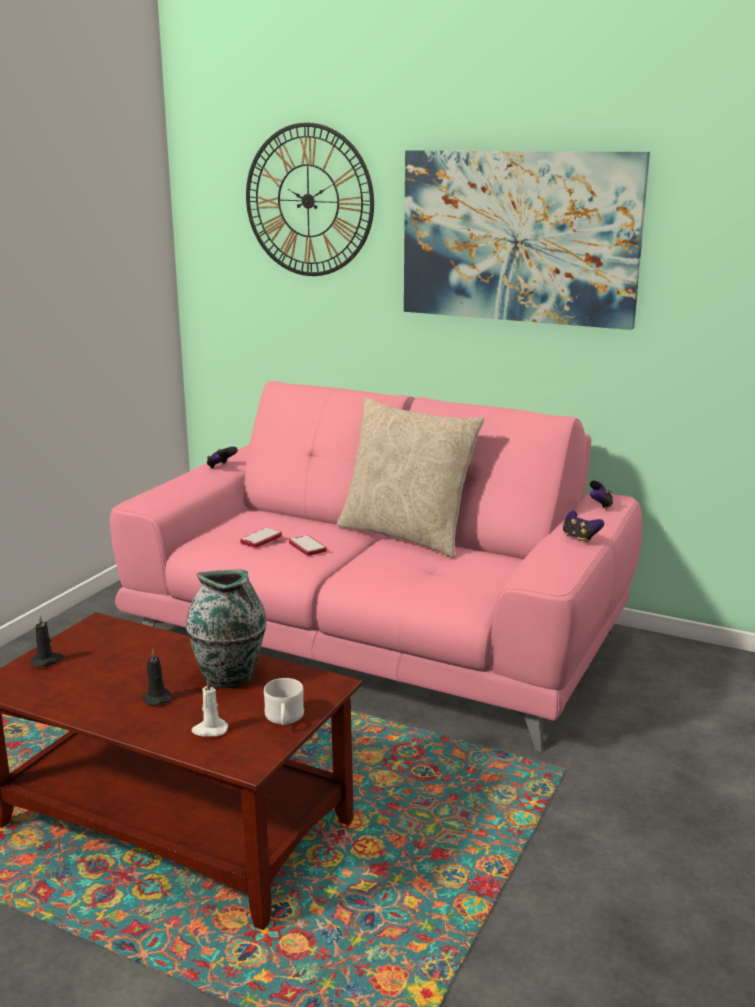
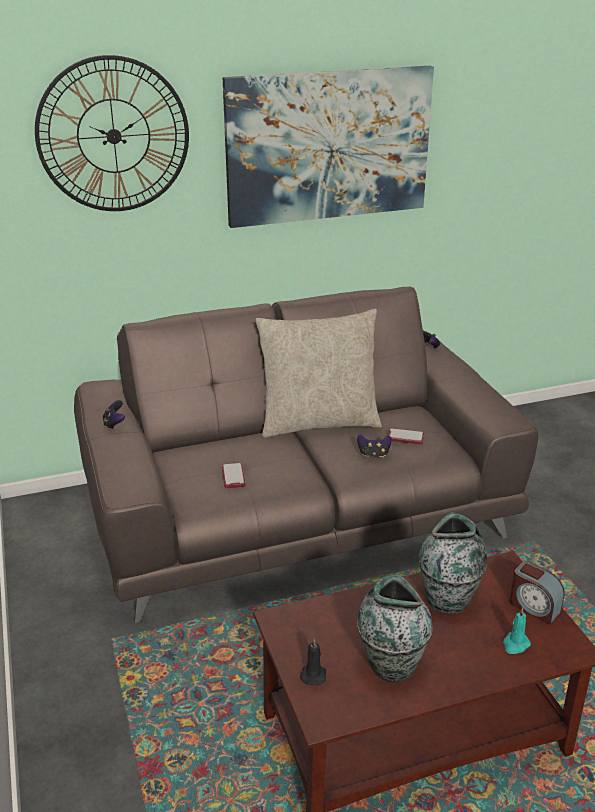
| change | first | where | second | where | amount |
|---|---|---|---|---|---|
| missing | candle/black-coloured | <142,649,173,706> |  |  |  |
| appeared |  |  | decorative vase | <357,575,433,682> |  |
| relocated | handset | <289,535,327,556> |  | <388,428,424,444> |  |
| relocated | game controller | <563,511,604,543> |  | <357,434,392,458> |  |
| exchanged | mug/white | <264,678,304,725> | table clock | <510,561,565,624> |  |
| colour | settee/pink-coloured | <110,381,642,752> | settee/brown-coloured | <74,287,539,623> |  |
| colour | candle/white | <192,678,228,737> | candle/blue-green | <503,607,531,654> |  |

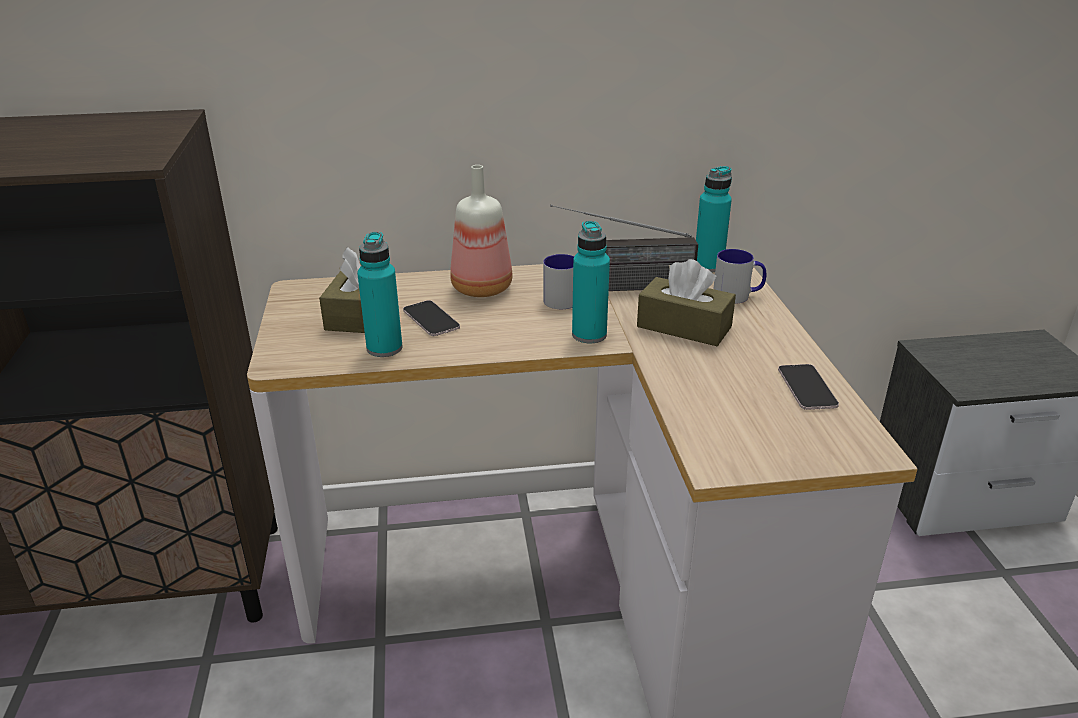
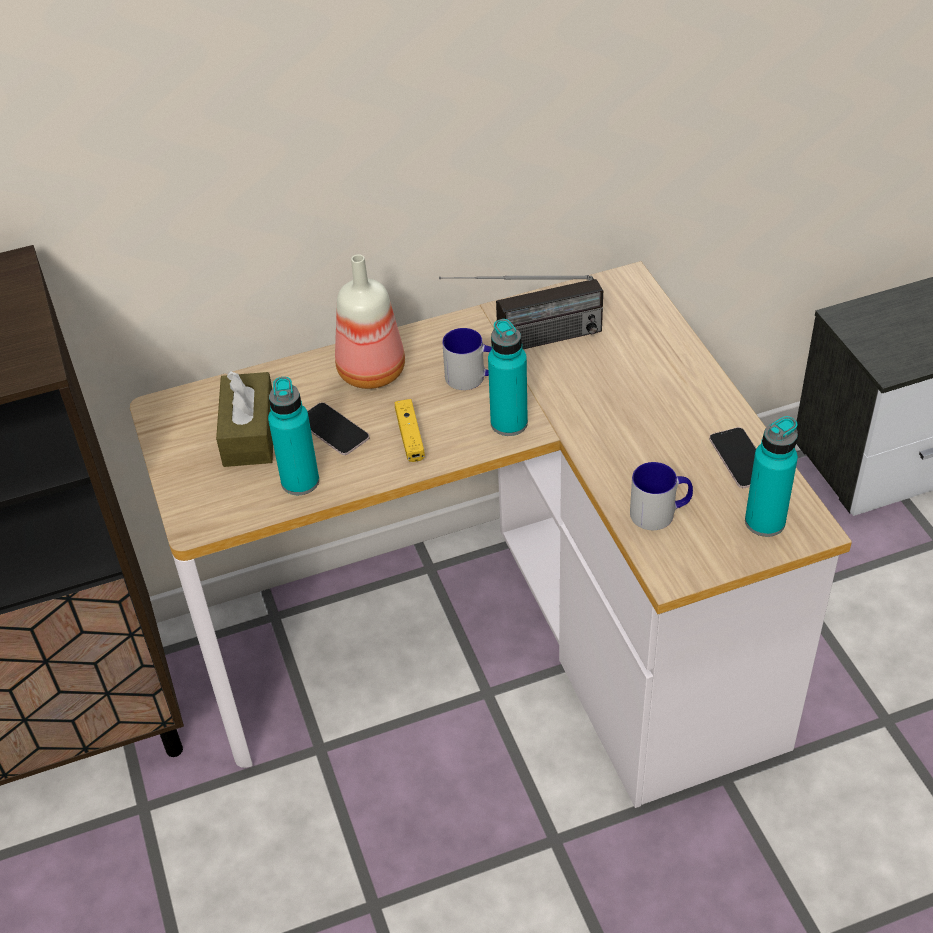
| change | first | where | second | where | amount |
|---|---|---|---|---|---|
| missing | tissue box/brown-coloured | <637,259,736,346> |  |  |  |
| appeared |  |  | game controller/yellow | <395,399,425,462> |  |
| relocated | beverage bottle/blue-green | <696,166,732,272> |  | <745,416,798,537> |  |
| relocated | mug | <713,249,766,304> |  | <630,462,693,530> |  |

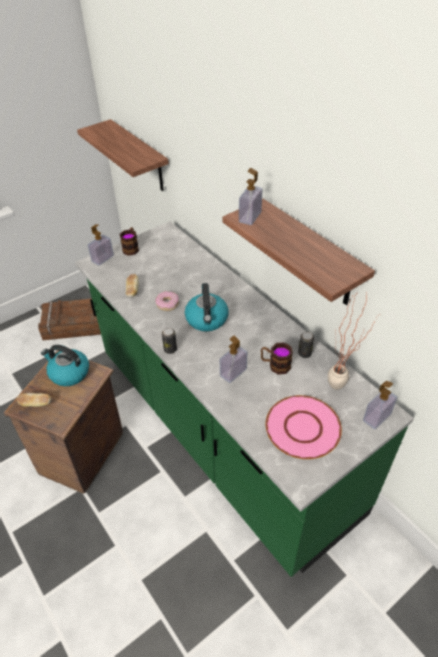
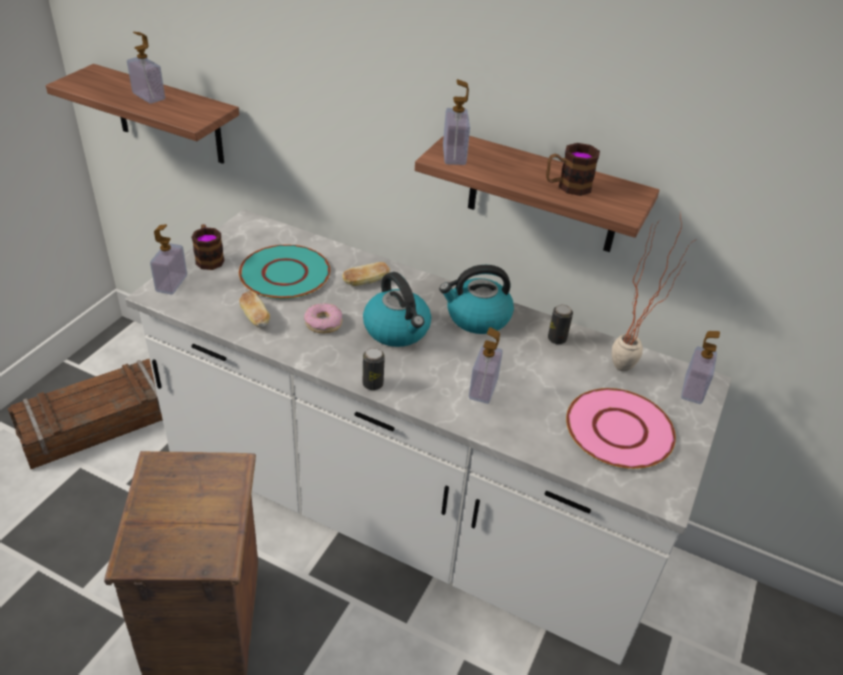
| change | first | where | second | where | amount |
|---|---|---|---|---|---|
| appeared |  |  | liquid soap bottle | <127,32,165,104> |  |
| appeared |  |  | plate/blue-green | <239,245,330,299> |  |
| relocated | bakery bread | <17,393,51,407> |  | <342,262,390,286> |  |
| relocated | water kettle | <41,345,89,386> |  | <439,265,514,334> |  |
| relocated | mug | <261,342,293,374> |  | <546,143,600,196> |  |
| colour | kitchen counter/green | <75,221,414,577> | kitchen counter/white | <125,209,732,665> |  |

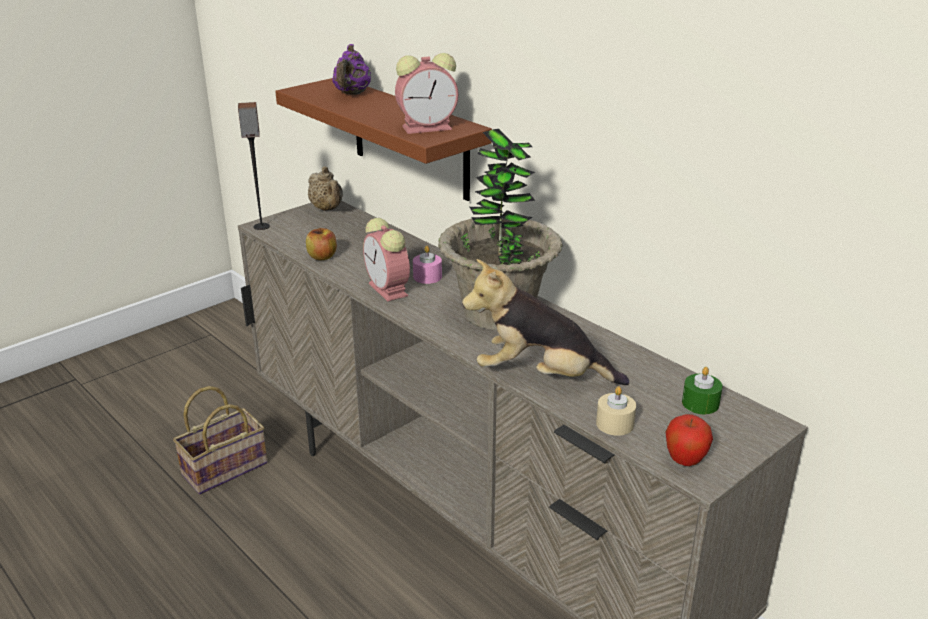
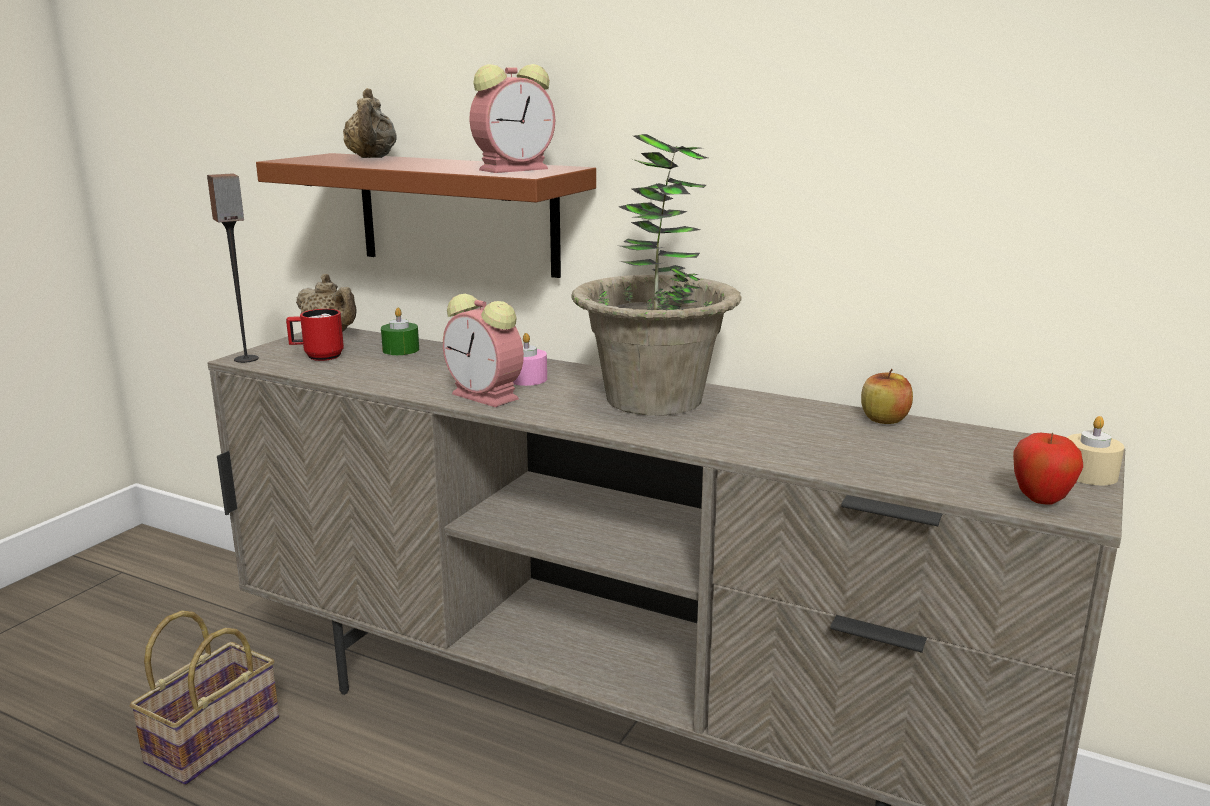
| change | first | where | second | where | amount |
|---|---|---|---|---|---|
| missing | plush toy | <462,259,629,385> |  |  |  |
| appeared |  |  | mug/reddish | <286,309,344,361> |  |
| relocated | apple fruit | <306,227,337,260> |  | <861,369,913,424> |  |
| relocated | candle/beige-coloured | <596,386,636,436> |  | <1067,416,1124,485> |  |
| relocated | candle/green | <682,367,722,414> |  | <381,308,419,355> |  |
| colour | pot for tea/purplish | <332,44,371,95> | pot for tea/beige-coloured | <343,88,397,158> |  |

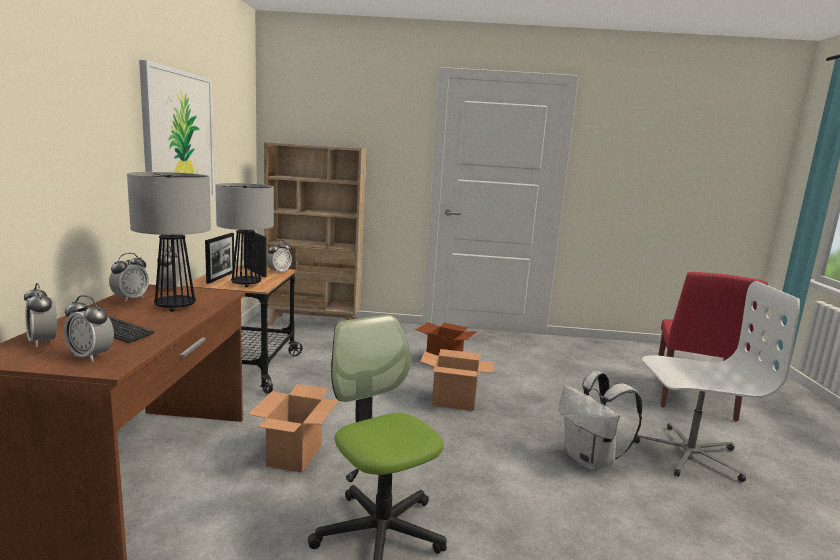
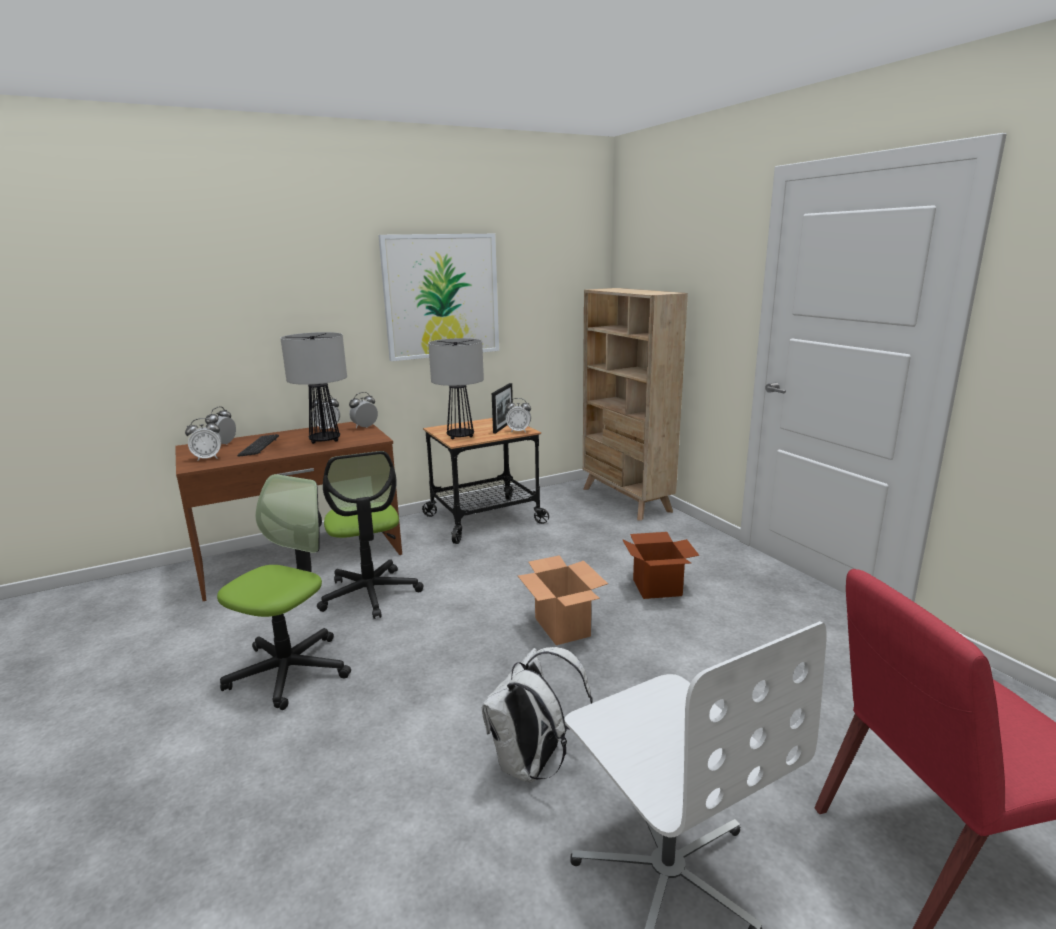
| change | first | where | second | where | amount |
|---|---|---|---|---|---|
| missing | standing frame | <205,233,234,283> |  |  |  |
| exchanged | packing box | <248,384,338,472> | computer chair | <317,451,424,619> |  |
| spun | table clock | <64,295,114,362> |  | <185,418,222,461> | 105 degrees counterclockwise |

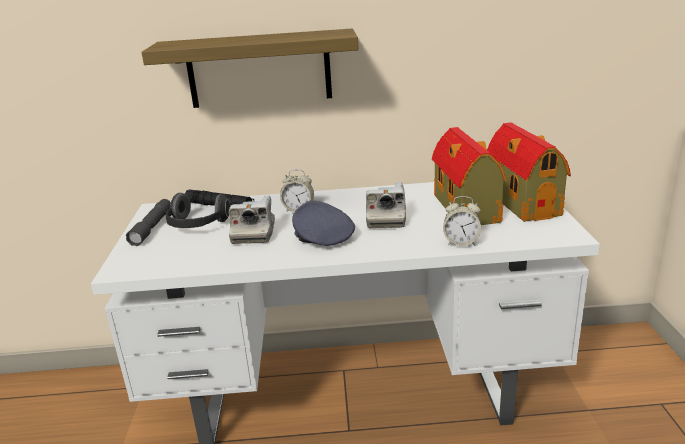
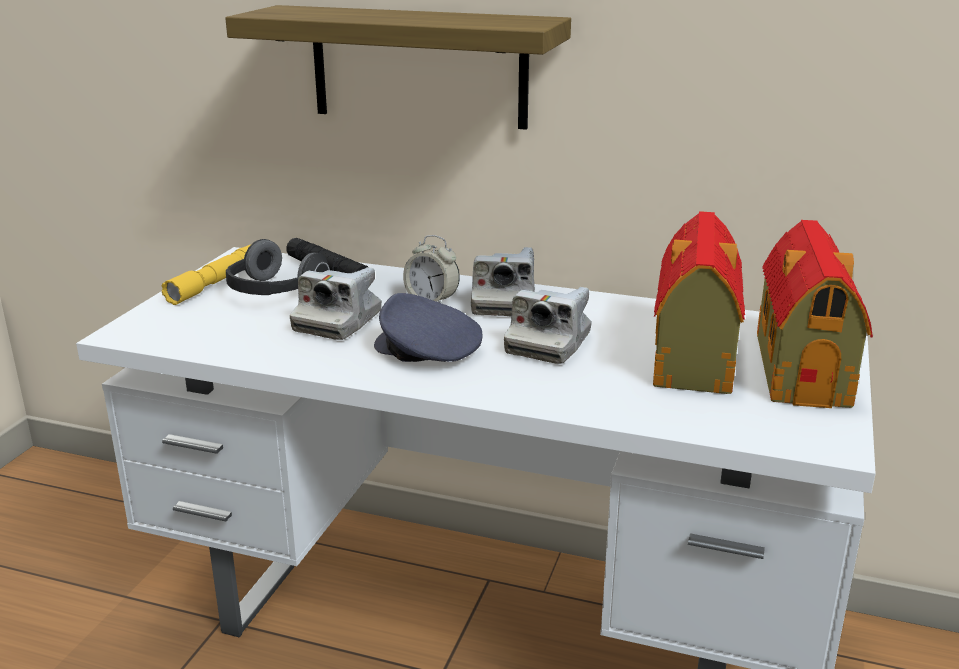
| change | first | where | second | where | amount |
|---|---|---|---|---|---|
| missing | table clock | <443,196,481,246> |  |  |  |
| appeared |  |  | still camera | <471,247,535,316> |  |
| colour | torch/grey | <126,199,171,246> | torch/yellow | <162,245,250,305> |  |
| spun | baseball cap/grey | <292,200,355,246> |  | <374,293,483,362> | 45 degrees counterclockwise |

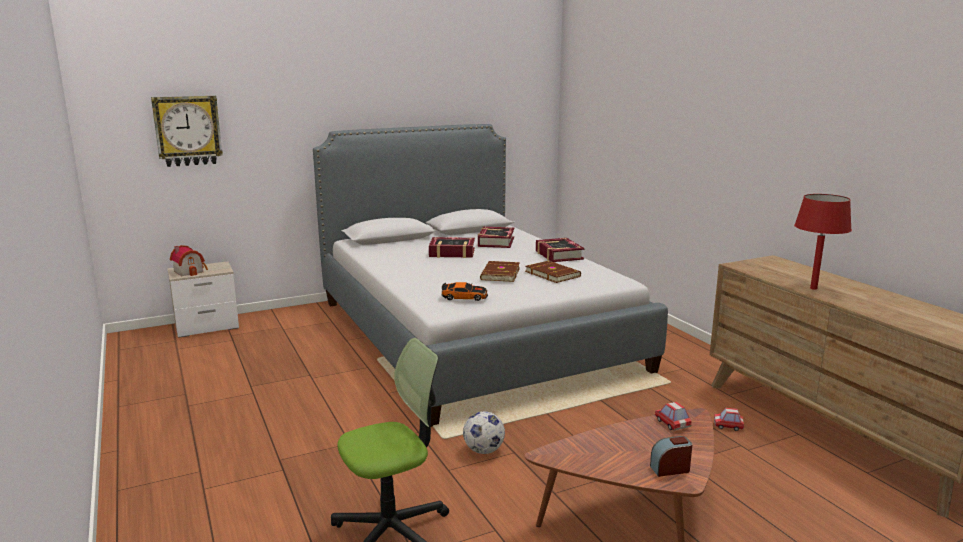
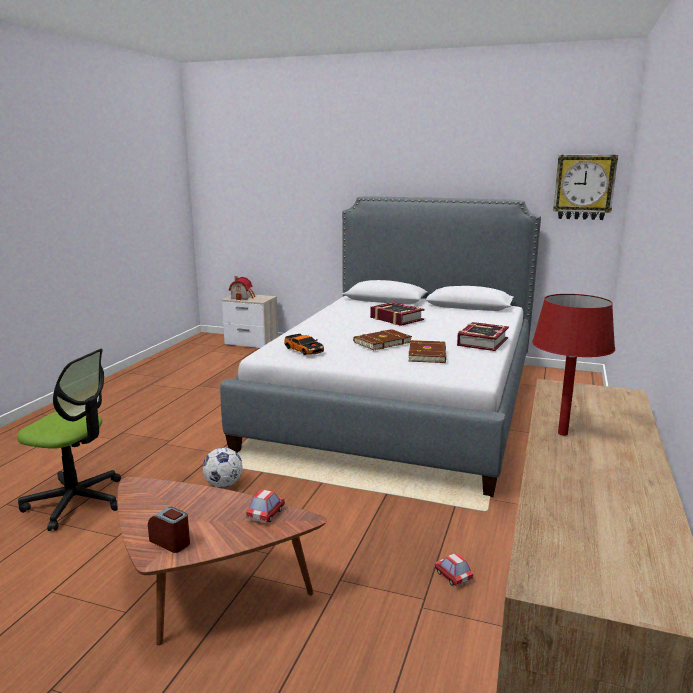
| change | first | where | second | where | amount |
|---|---|---|---|---|---|
| missing | volume | <478,227,514,248> |  |  |  |
| relocated | hanging clock | <151,96,223,167> |  | <553,155,618,220> |  |

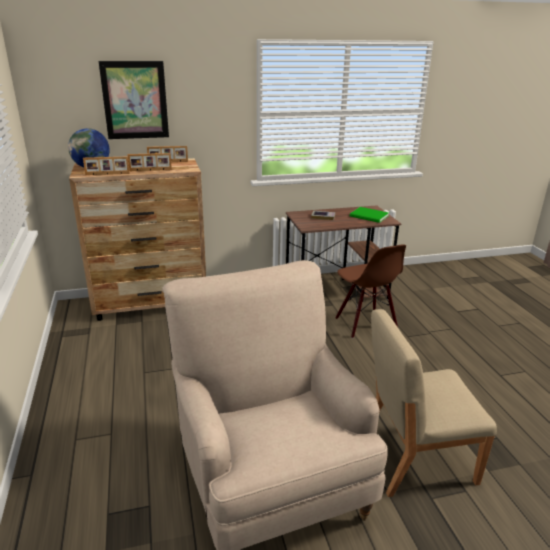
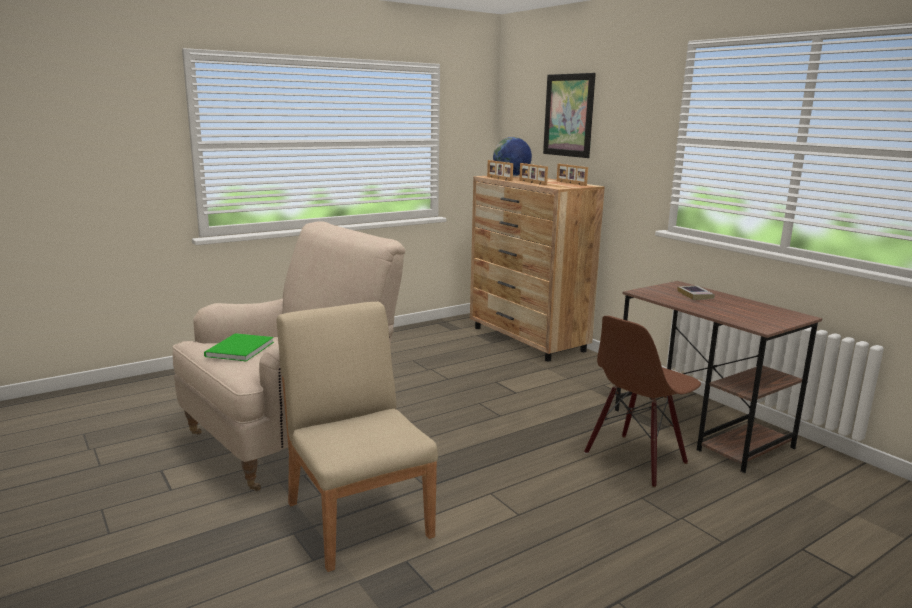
| change | first | where | second | where | amount |
|---|---|---|---|---|---|
| relocated | volume/green | <350,207,389,223> |  | <204,333,274,361> |  |

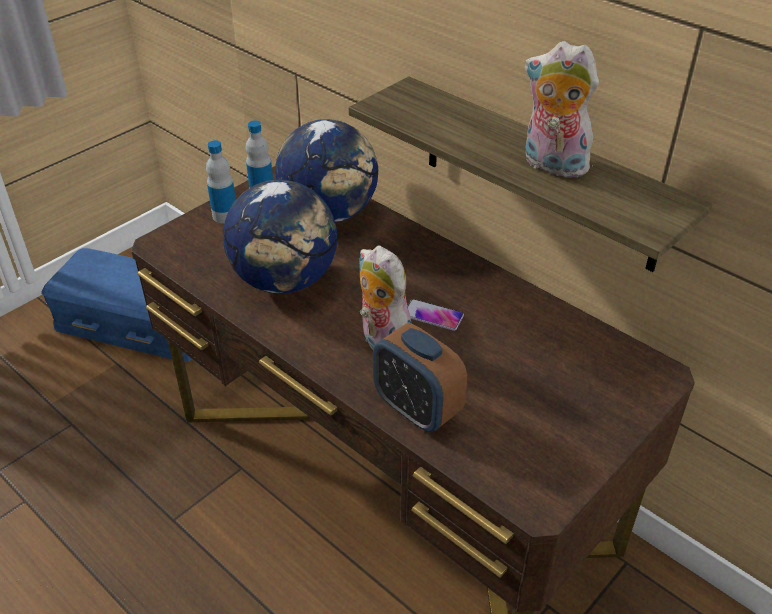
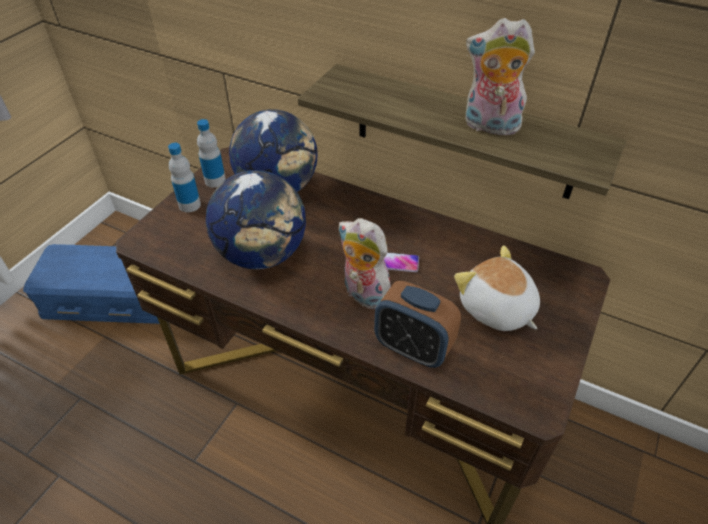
| change | first | where | second | where | amount |
|---|---|---|---|---|---|
| appeared |  |  | plush toy | <454,245,540,331> |  |

